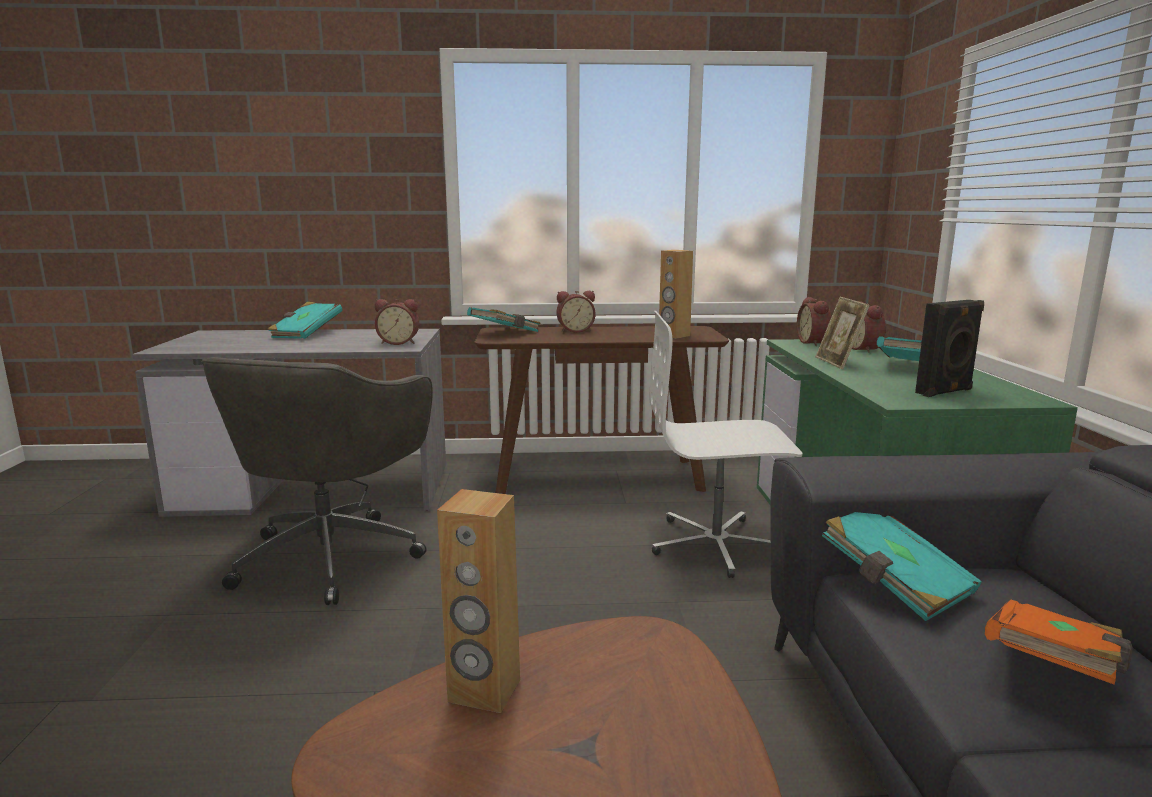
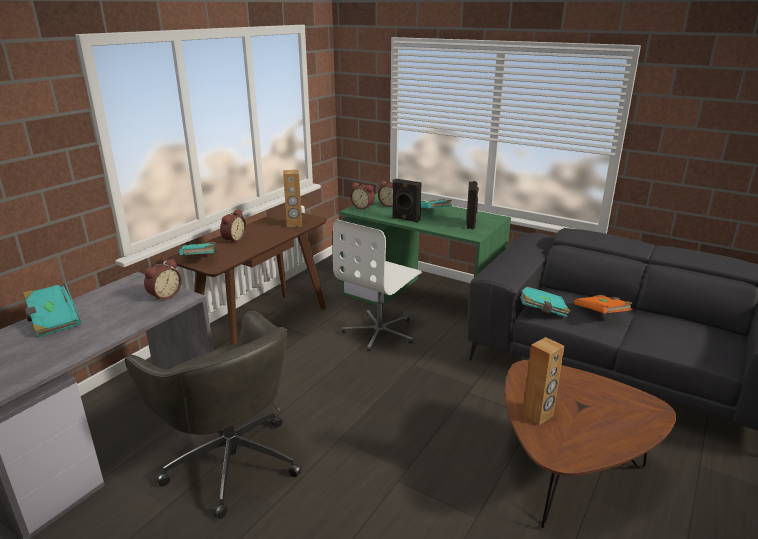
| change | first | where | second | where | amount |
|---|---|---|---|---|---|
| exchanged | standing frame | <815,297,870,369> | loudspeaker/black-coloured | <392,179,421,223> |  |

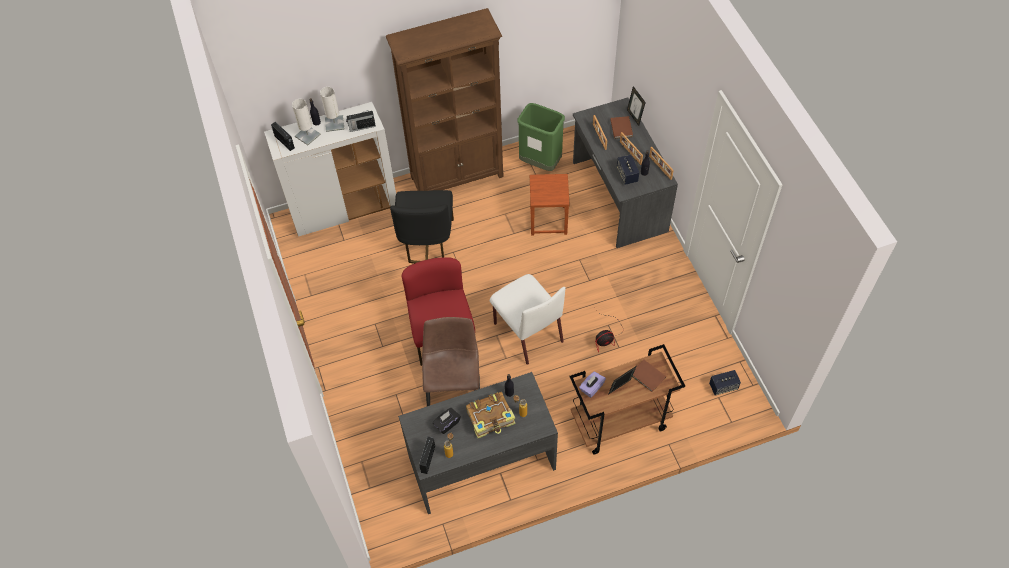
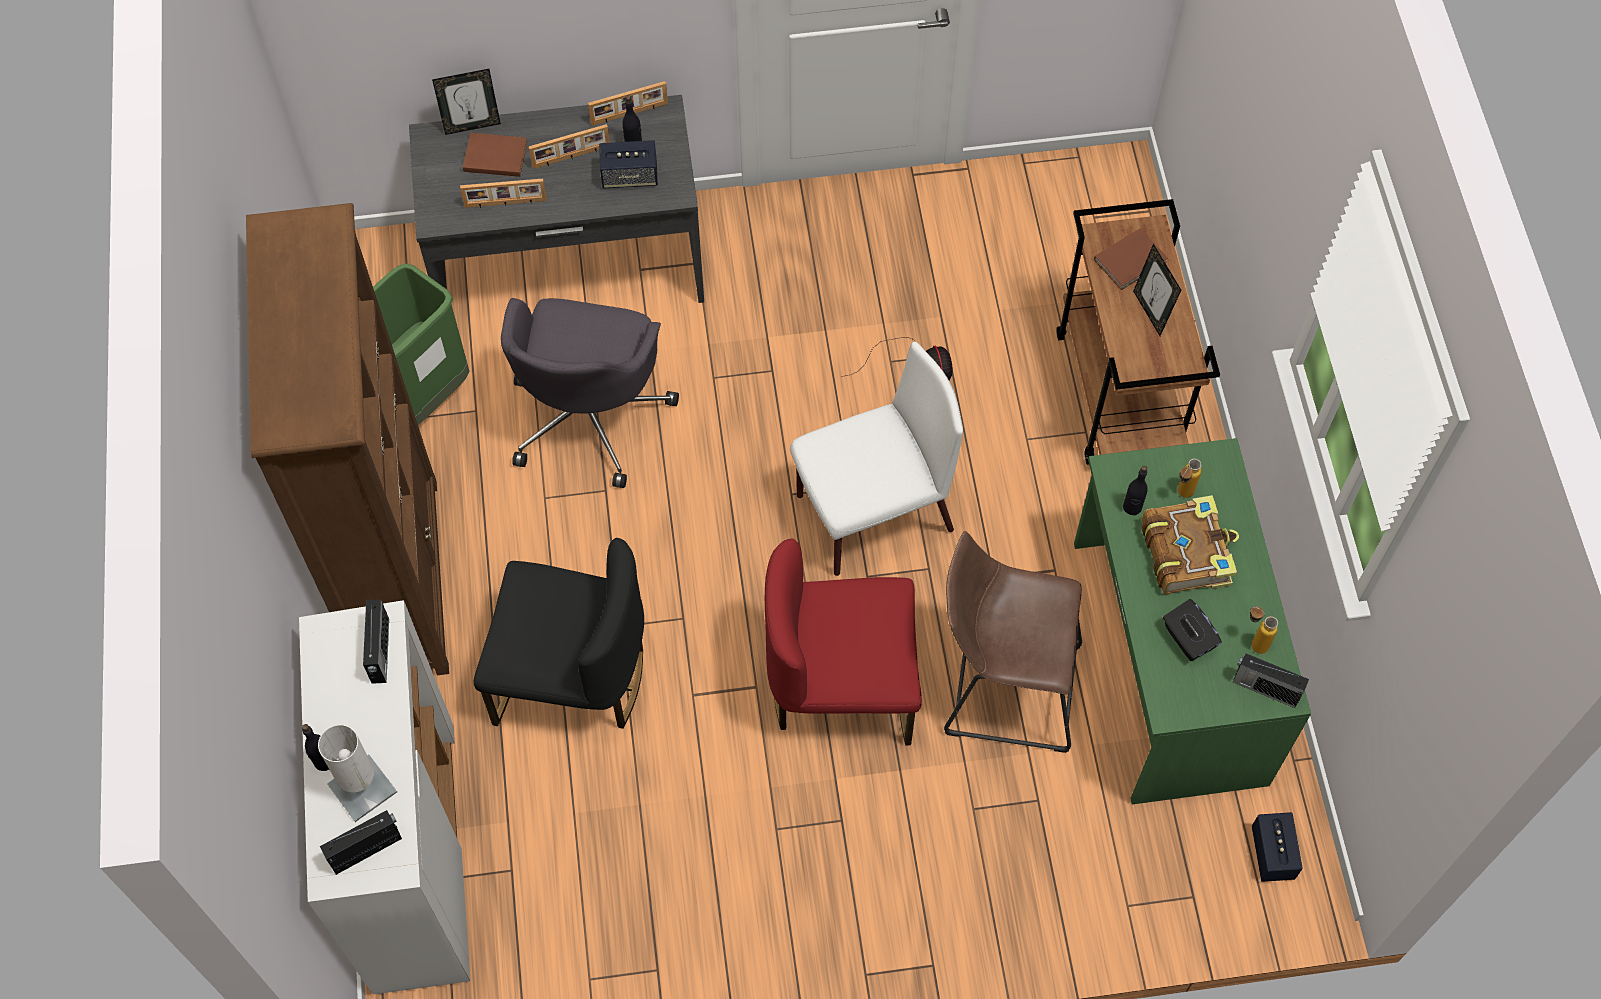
| change | first | where | second | where | amount |
|---|---|---|---|---|---|
| missing | lamp for a table/white | <320,87,344,132> |  |  |  |
| missing | tissue box/purplish | <579,371,606,398> |  |  |  |
| relocated | loudspeaker | <709,370,741,396> |  | <1252,812,1303,882> |  |
| exchanged | stool seat/brown-coloured | <530,174,570,236> | computer chair/grey | <501,298,679,488> |  |
| colour | desk/grey | <398,372,558,514> | desk/green | <1074,438,1311,805> |  |

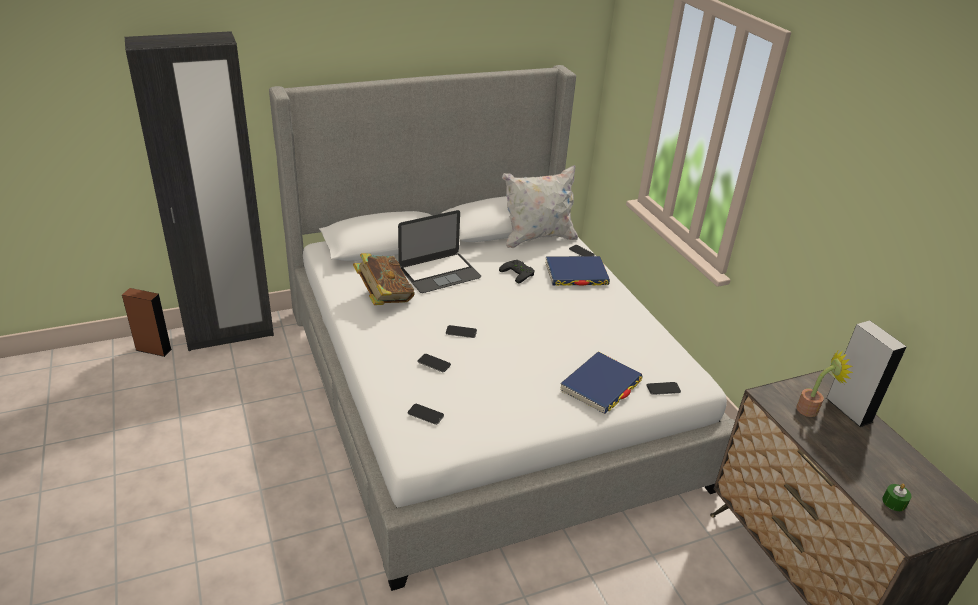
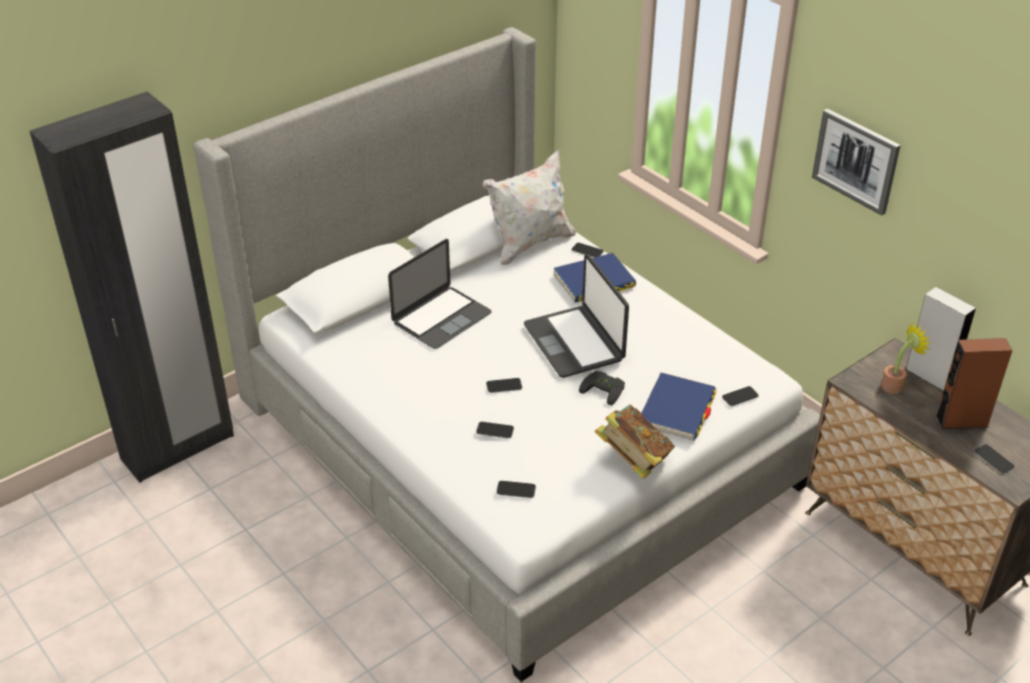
| change | first | where | second | where | amount |
|---|---|---|---|---|---|
| appeared |  |  | laptop | <524,254,629,378> |  |
| appeared |  |  | wall picture | <812,109,901,216> |  |
| relocated | loudspeaker/brown-coloured | <122,288,172,357> |  | <935,338,1013,429> |  |
| relocated | volume | <353,253,415,305> |  | <595,404,675,479> |  |
| relocated | game controller/black-coloured | <499,260,535,284> |  | <579,371,625,405> |  |
| exchanged | candle/green | <882,484,912,511> | handset | <974,444,1014,474> |  |

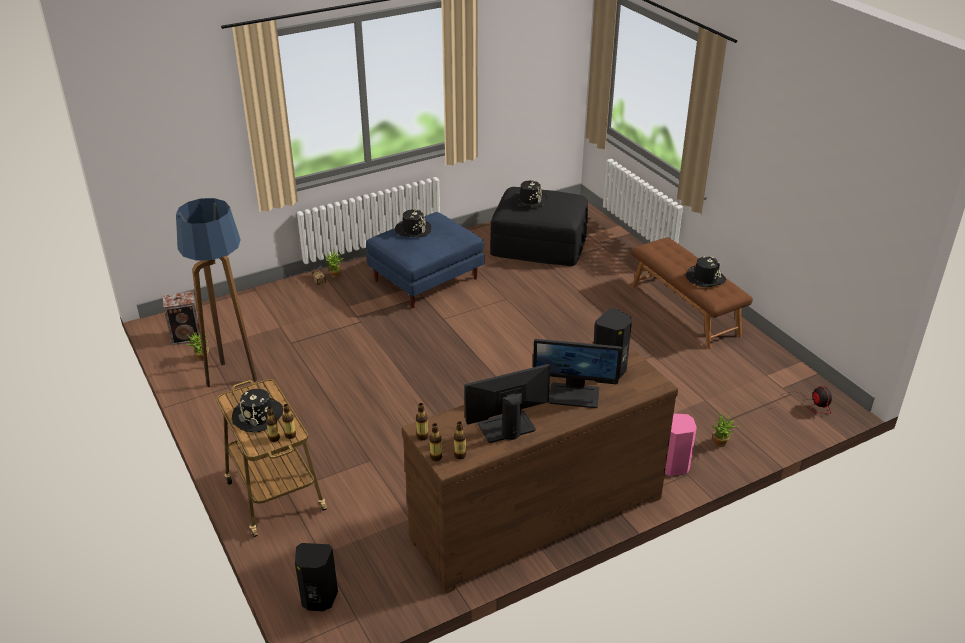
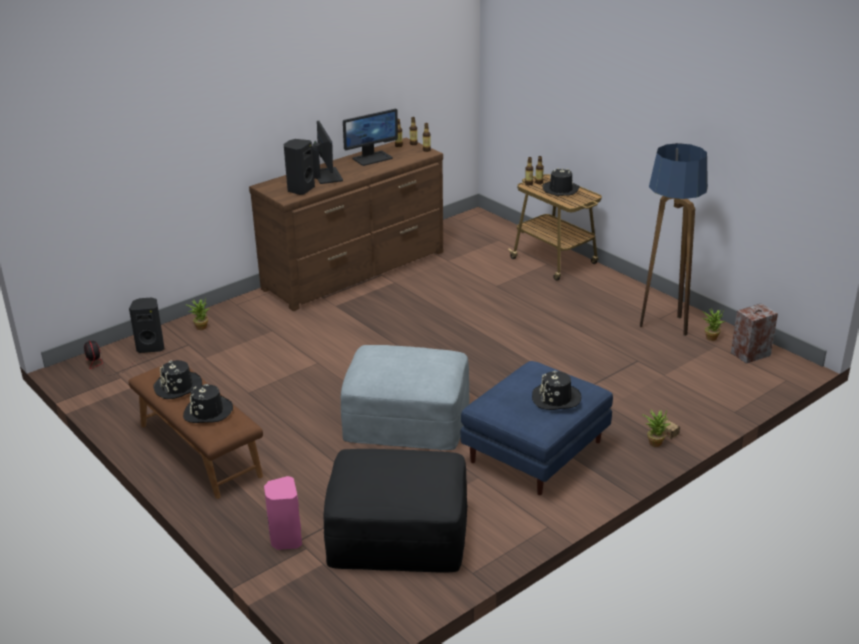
| change | first | where | second | where | amount |
|---|---|---|---|---|---|
| appeared |  |  | ottoman/grey | <341,345,470,450> |  |
| relocated | loudspeaker/black-coloured | <295,543,338,611> |  | <129,298,164,353> |  |
| relocated | hat/black-coloured | <512,180,547,207> |  | <183,384,233,423> |  |
| relocated | loudspeaker/pink-coloured | <665,413,697,476> |  | <264,476,302,550> |  |
| spun | computer display | <533,339,622,408> |  | <312,121,343,184> | 75 degrees clockwise |

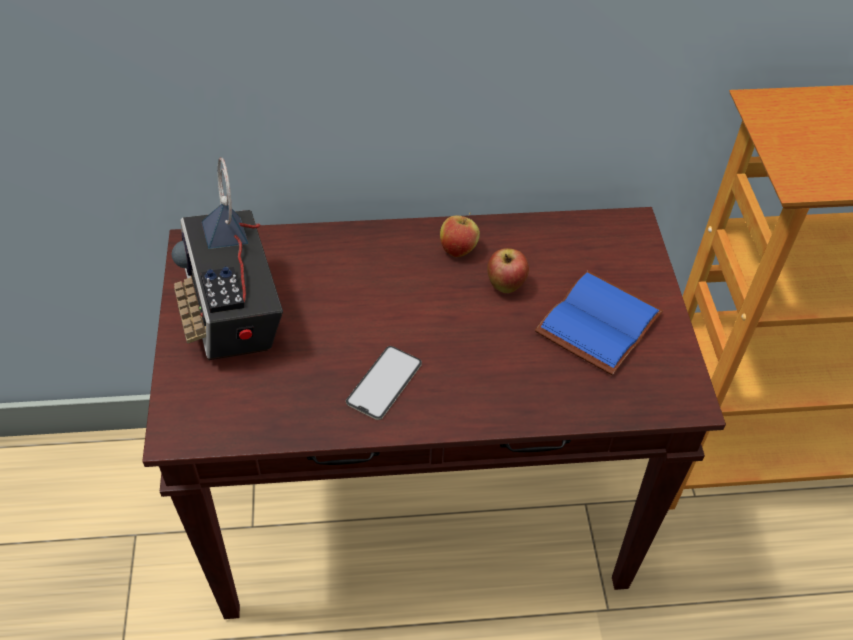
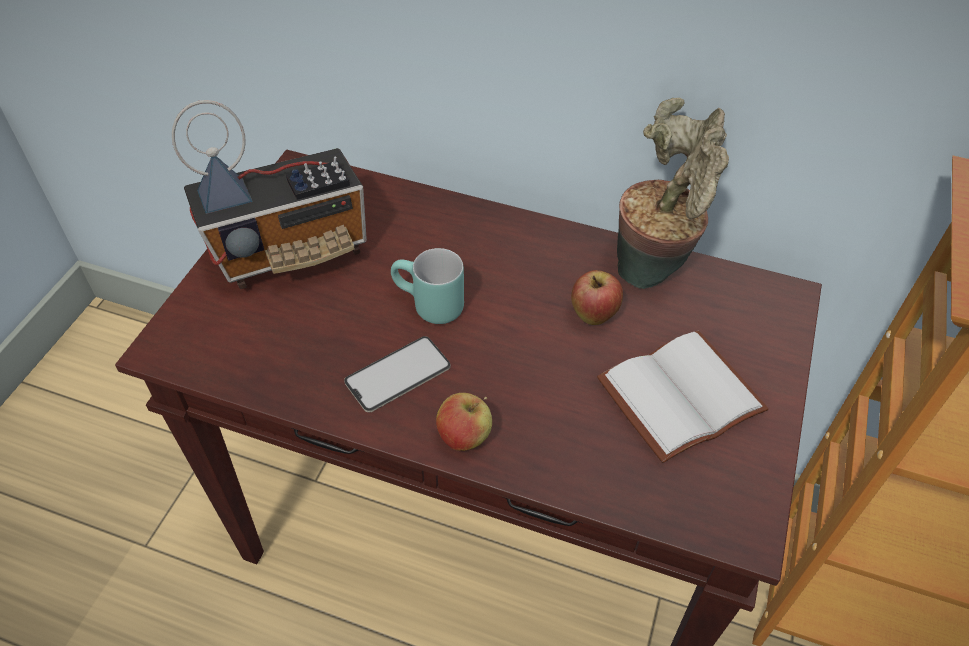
| change | first | where | second | where | amount |
|---|---|---|---|---|---|
| appeared |  |  | mug/blue-green | <391,248,464,324> |  |
| appeared |  |  | potted plant | <617,98,729,289> |  |
| relocated | apple fruit | <440,212,480,257> |  | <436,393,493,451> |  |
| colour | volume/blue | <535,271,663,375> | volume/white | <597,330,769,463> |  |
| spun | radio receiver | <172,157,283,360> |  | <172,100,367,289> | 120 degrees counterclockwise |

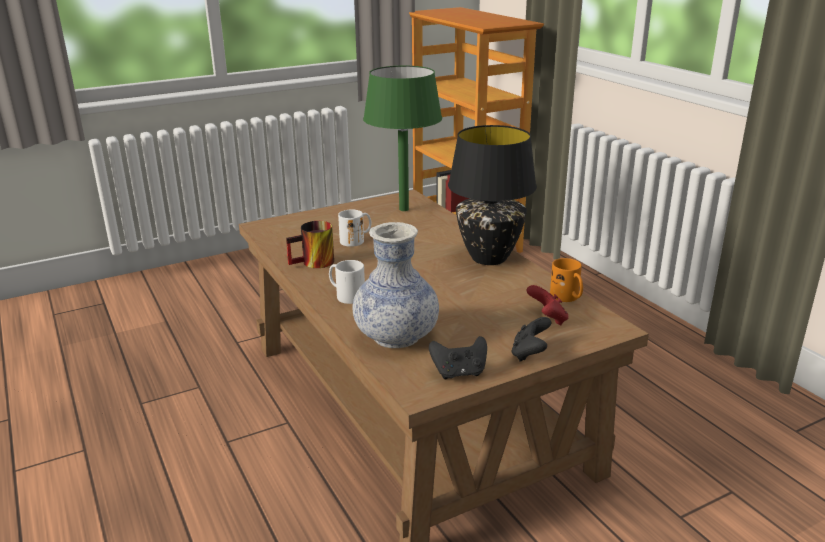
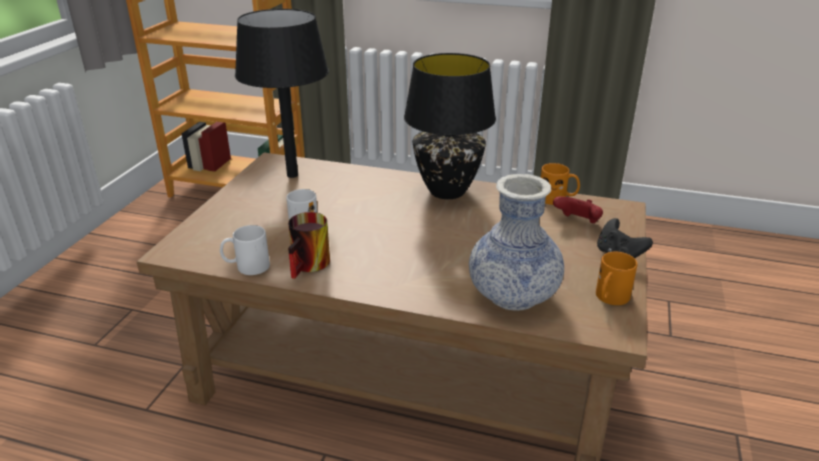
| change | first | where | second | where | amount |
|---|---|---|---|---|---|
| relocated | mug/white | <329,260,365,304> |  | <220,225,270,275> |  |
| exchanged | game controller/black-coloured | <429,336,487,379> | mug/orange | <596,252,637,305> |  |
| colour | lamp for a table/green | <363,66,442,211> | lamp for a table/black-coloured | <235,9,329,178> |  |

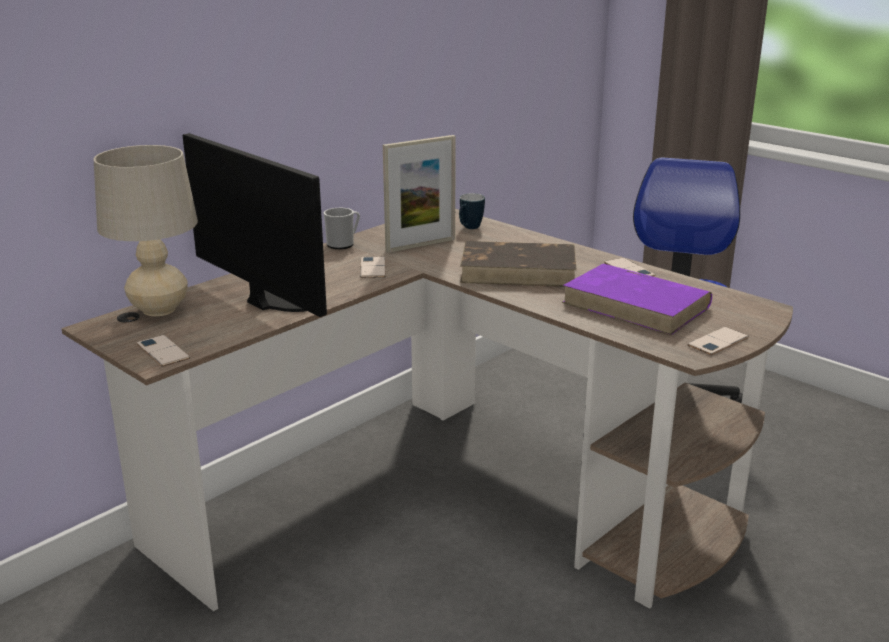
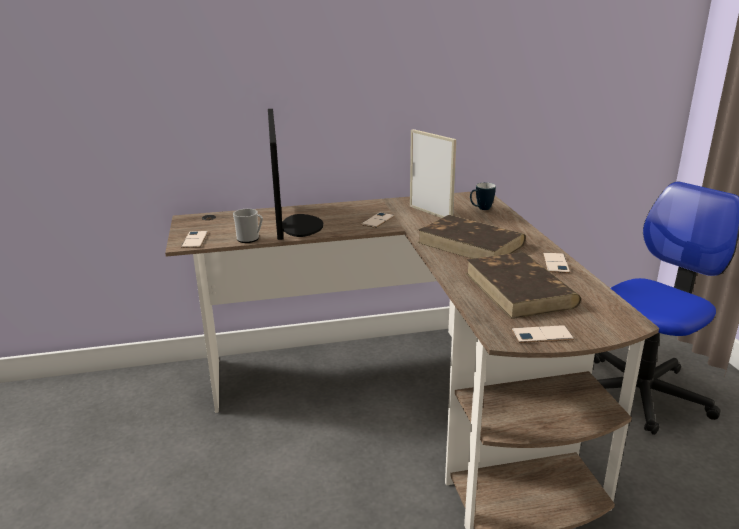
| change | first | where | second | where | amount |
|---|---|---|---|---|---|
| missing | lamp for a table/beige-coloured | <94,145,198,316> |  |  |  |
| relocated | mug | <324,208,360,249> |  | <233,209,263,243> |  |
| colour | volume/purplish | <562,264,712,335> | volume/brown-coloured | <466,252,581,319> |  |
| spun | standing frame | <383,135,456,253> |  | <410,129,457,218> | 135 degrees counterclockwise |

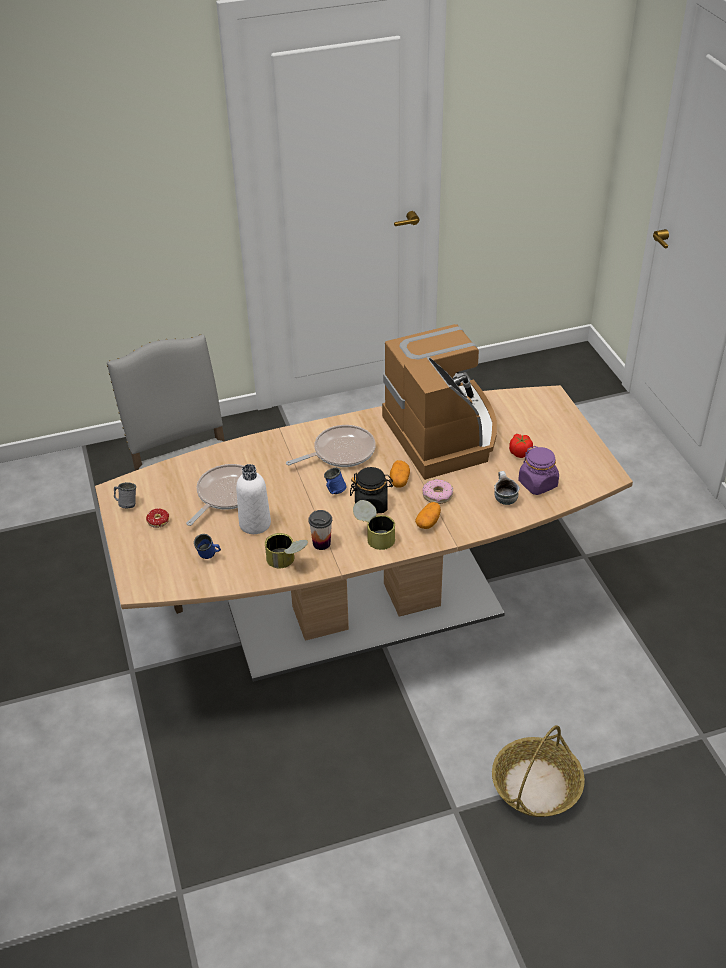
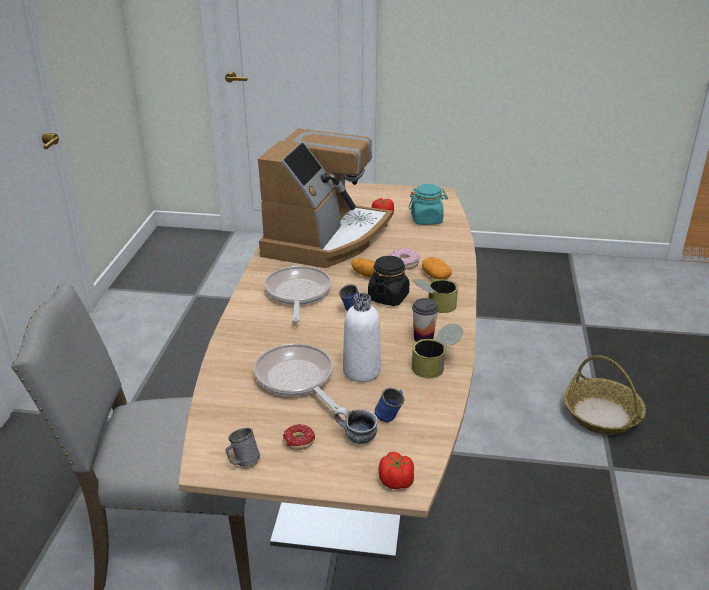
| change | first | where | second | where | amount |
|---|---|---|---|---|---|
| appeared |  |  | fresh tomato | <378,452,414,489> |  |
| relocated | mug | <494,471,520,505> |  | <334,407,378,444> |  |
| colour | preserve jar/purplish | <518,446,559,495> | preserve jar/blue-green | <409,184,448,225> |  |
| spun | coffee brewer | <382,324,497,480> |  | <258,128,393,268> | 105 degrees clockwise |

